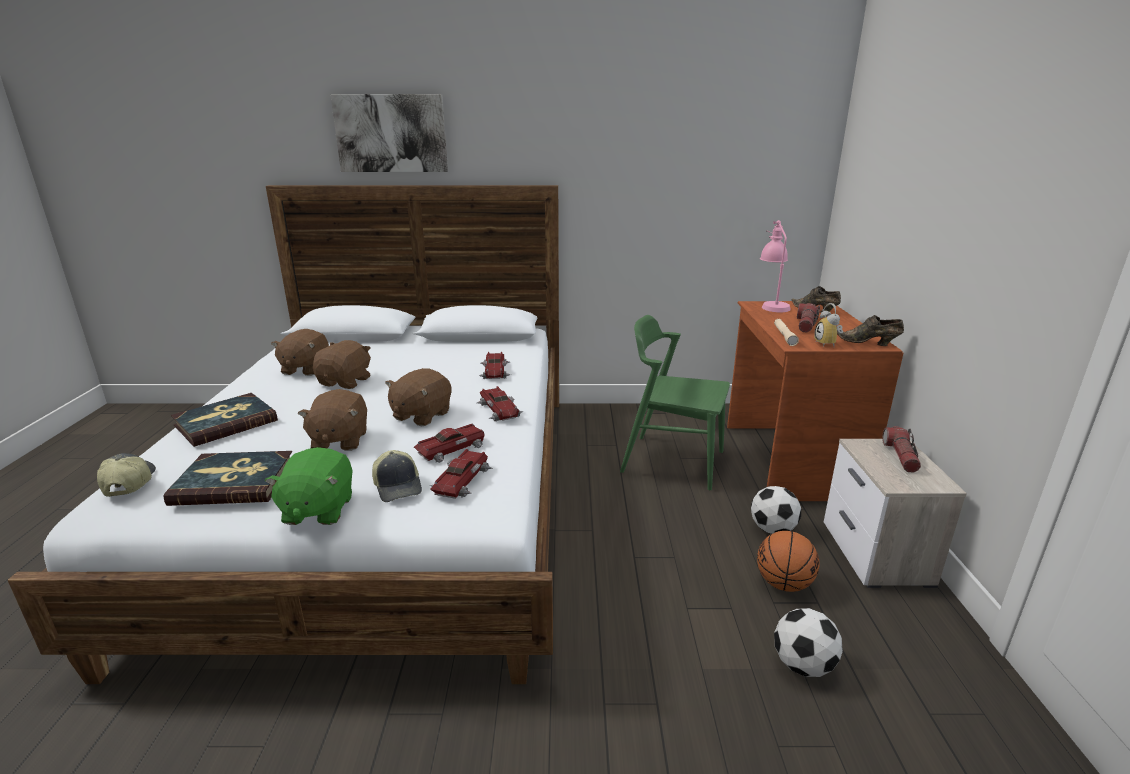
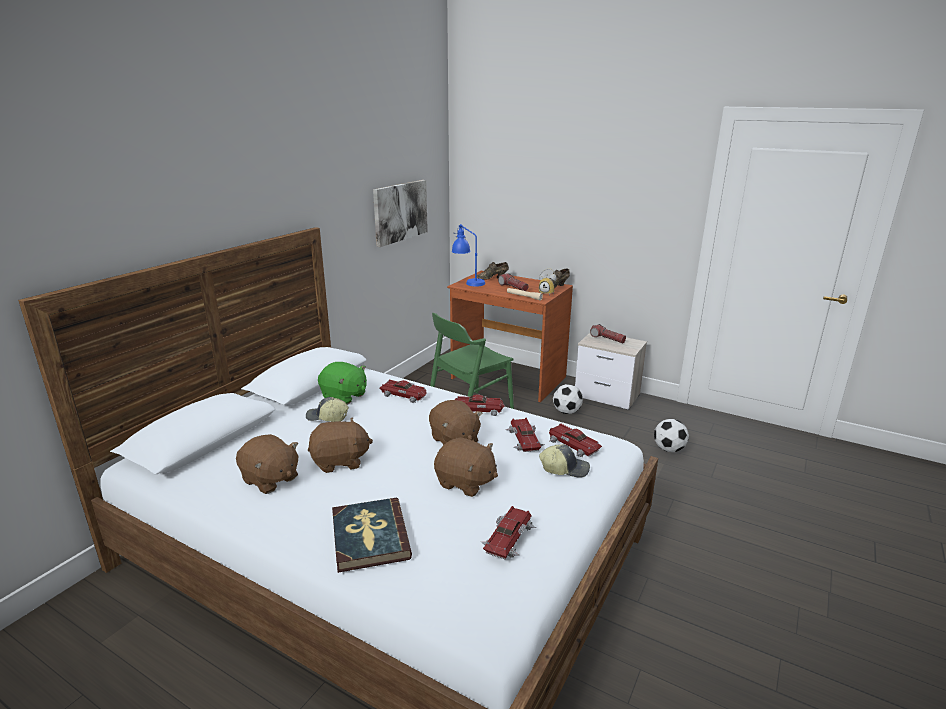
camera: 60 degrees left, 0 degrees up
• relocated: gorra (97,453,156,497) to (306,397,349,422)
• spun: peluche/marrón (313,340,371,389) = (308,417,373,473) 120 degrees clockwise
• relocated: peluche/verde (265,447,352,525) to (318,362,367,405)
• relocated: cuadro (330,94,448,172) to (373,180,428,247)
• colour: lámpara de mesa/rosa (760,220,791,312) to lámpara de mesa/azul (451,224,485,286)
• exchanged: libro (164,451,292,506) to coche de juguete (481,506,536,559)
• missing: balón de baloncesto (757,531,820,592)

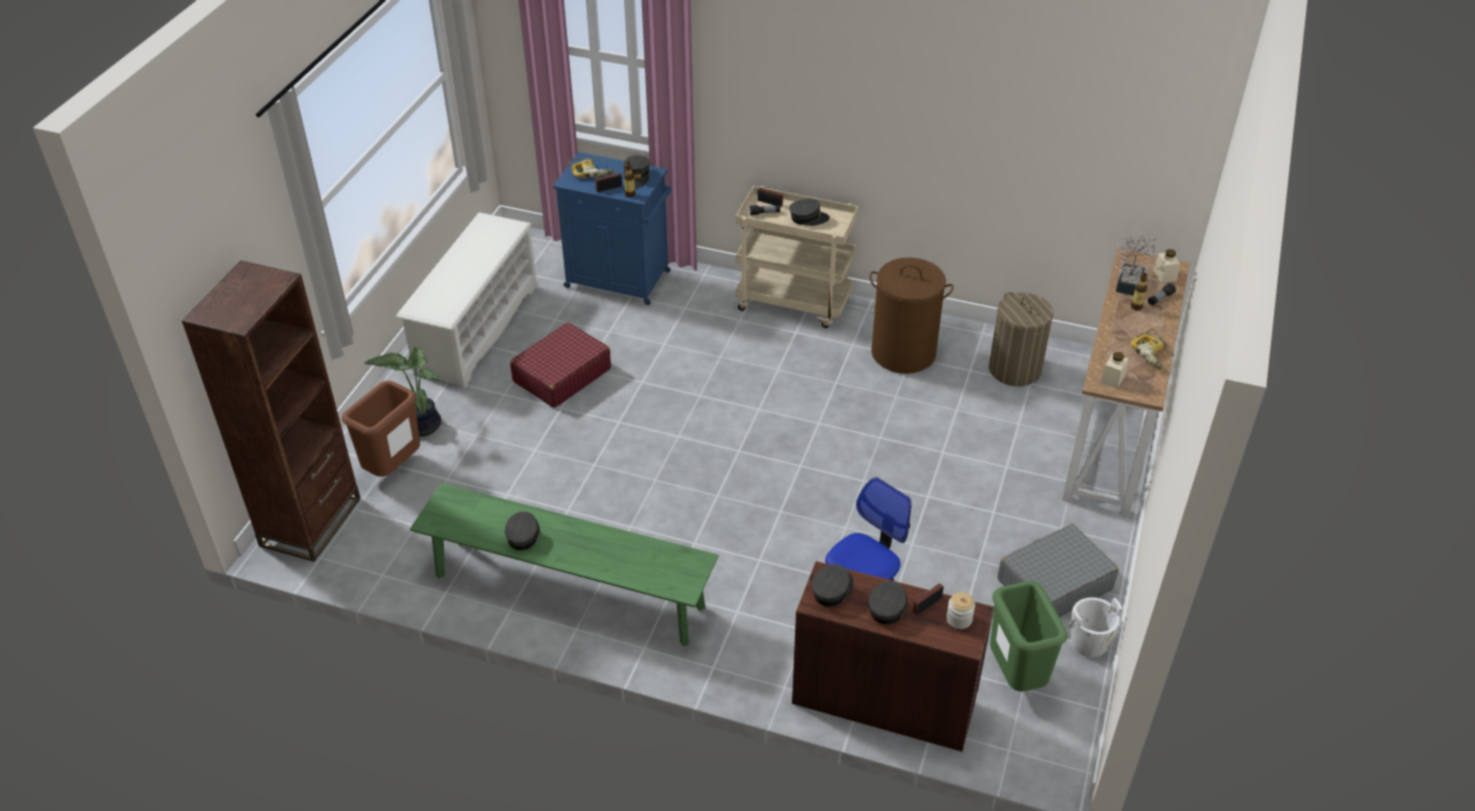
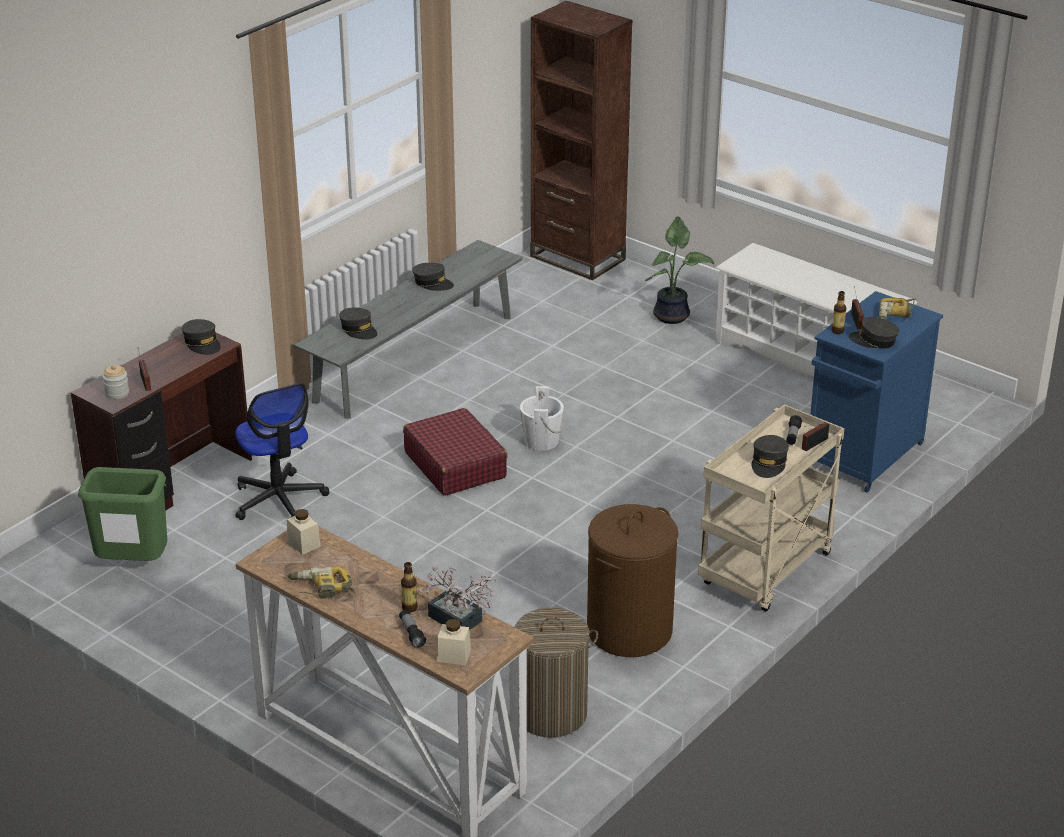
camera: 110 degrees right, 10 degrees down
• colour: banco/verde (410,483,719,646) to banco/gris (294,240,523,419)
• relocated: gorra/gris (869,581,908,625) to (339,307,377,340)
• relocated: maleta/rojo (510,322,611,408) to (403,408,508,496)
• relocated: cubo/blanco (1068,597,1122,658) to (520,386,564,451)
• missing: papelera/marrón (342,381,420,477)
• missing: maleta/gris (998,524,1119,617)

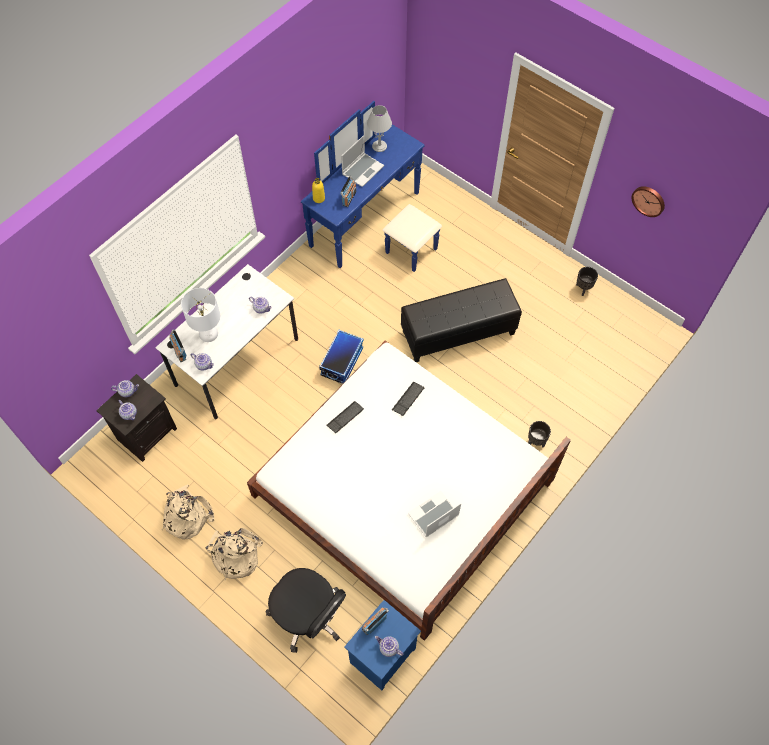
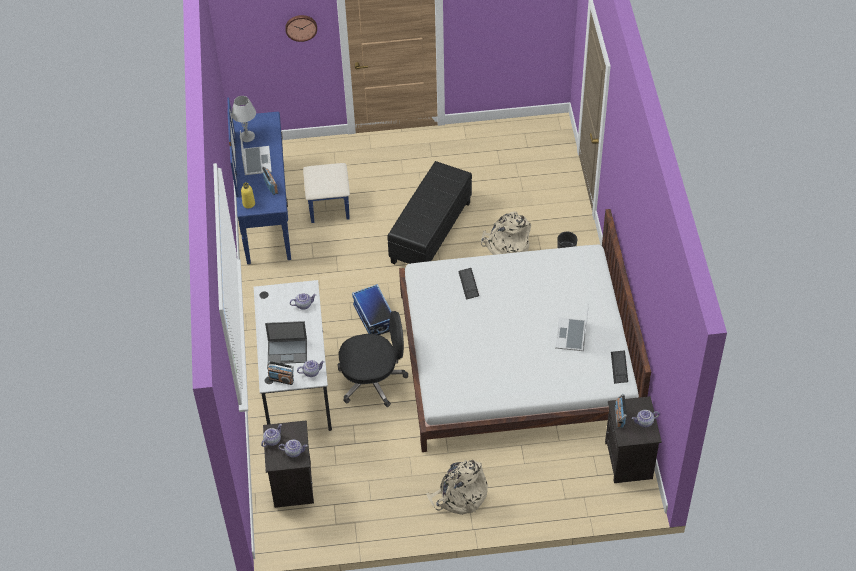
camera: 45 degrees left, 10 degrees down
• exchanged: lámpara de mesa/blanco (181,288,220,342) to portátil (265,321,307,364)
• relocated: reloj de pared (632,186,665,217) to (285,15,317,42)
• relocated: silla de oficina/negro (265,568,346,653) to (337,311,408,407)
• relocated: mochila/beis (162,484,215,539) to (481,211,531,255)
• colour: mesita de noche/azul (344,600,421,690) to mesita de noche/negro (605,396,662,483)
• relocated: teclado (326,401,364,433) to (611,351,628,384)
• missing: maceta/negro (576,267,598,296)

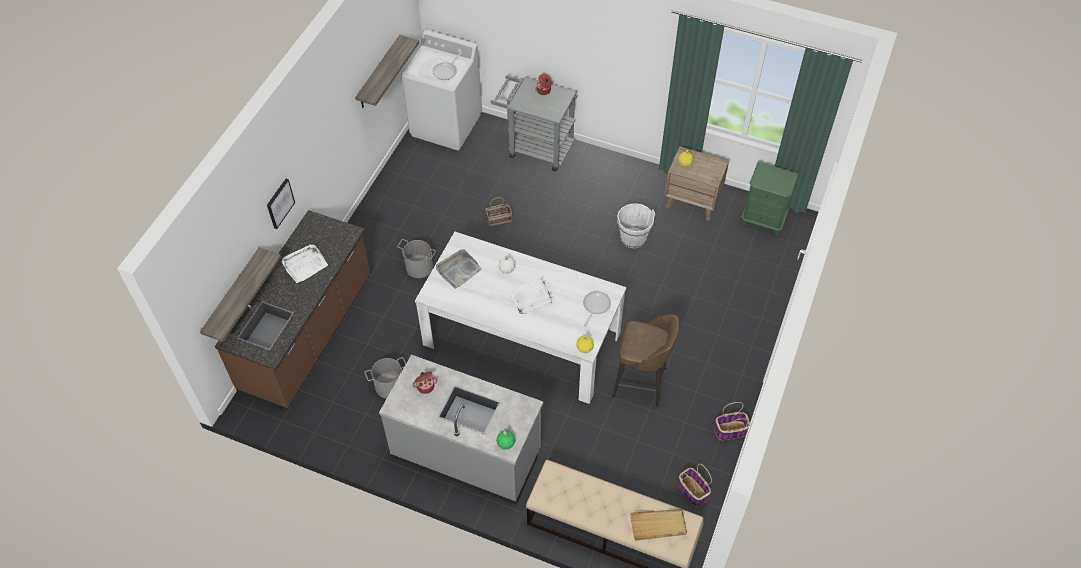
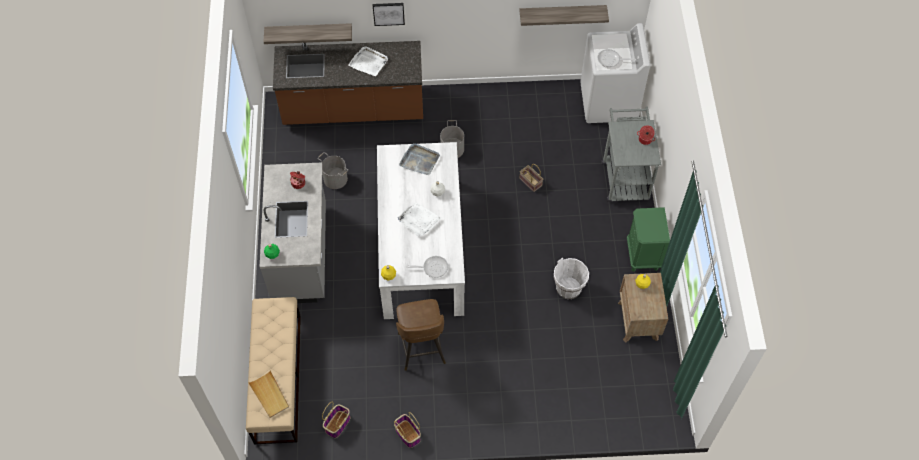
camera: 65 degrees right, 5 degrees up
• relocated: mesita de noche/verde (741,162,799,236) to (627,207,670,272)

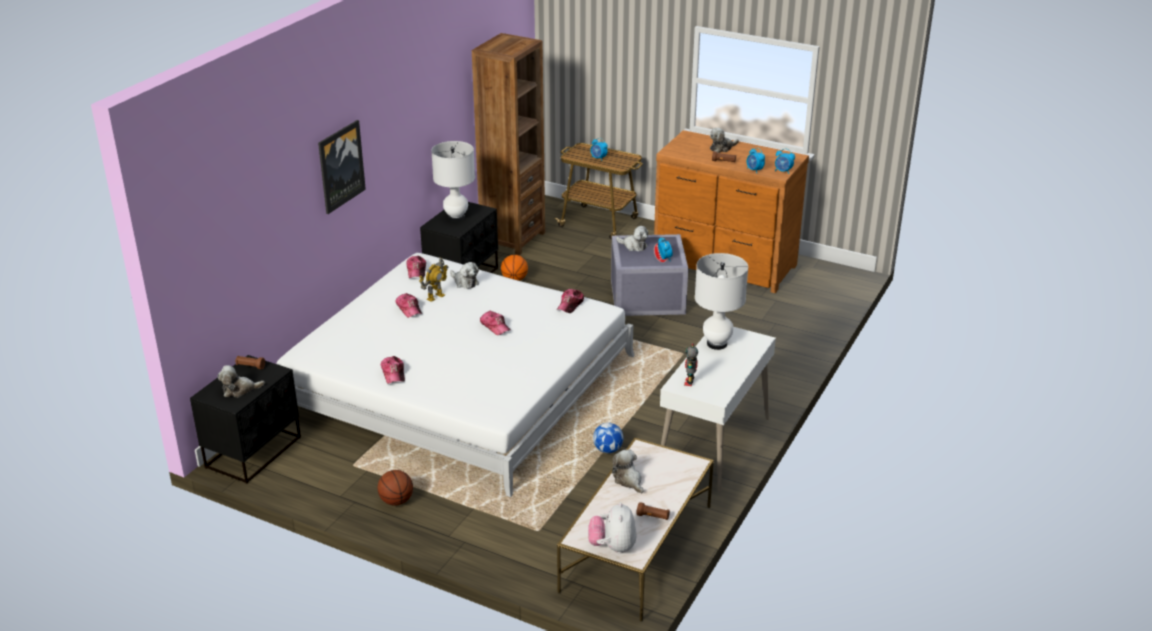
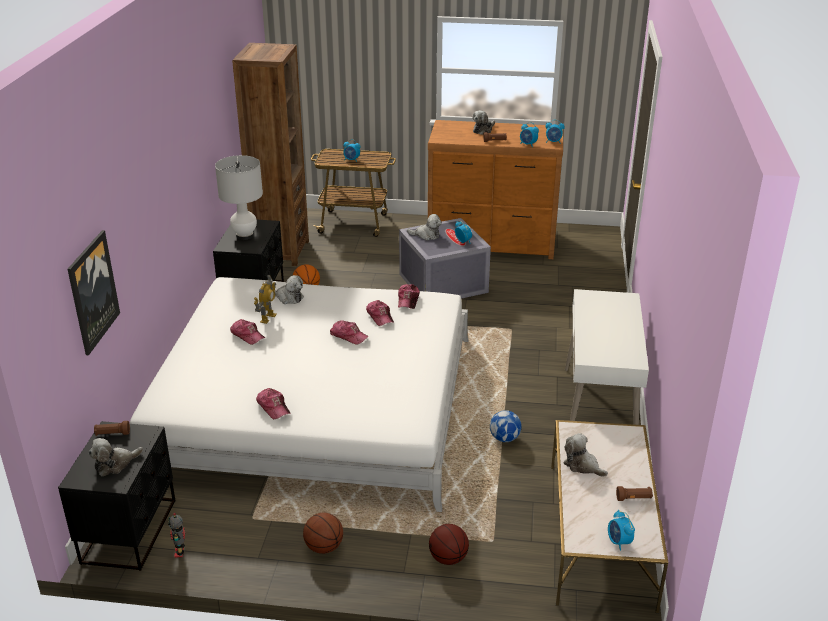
camera: 20 degrees left, 0 degrees up
• relocated: cuadro (318,120,366,214) to (67,230,120,355)
• relocated: robot de juguete (684,343,698,386) to (168,513,185,558)
• relocated: gorra (406,256,426,278) to (366,300,394,326)
• appeared: balón de baloncesto (429,524,469,565)
• exchanged: peluche (588,502,637,554) to despertador (608,510,635,551)
• missing: lámpara de mesa/blanco (695,253,748,350)

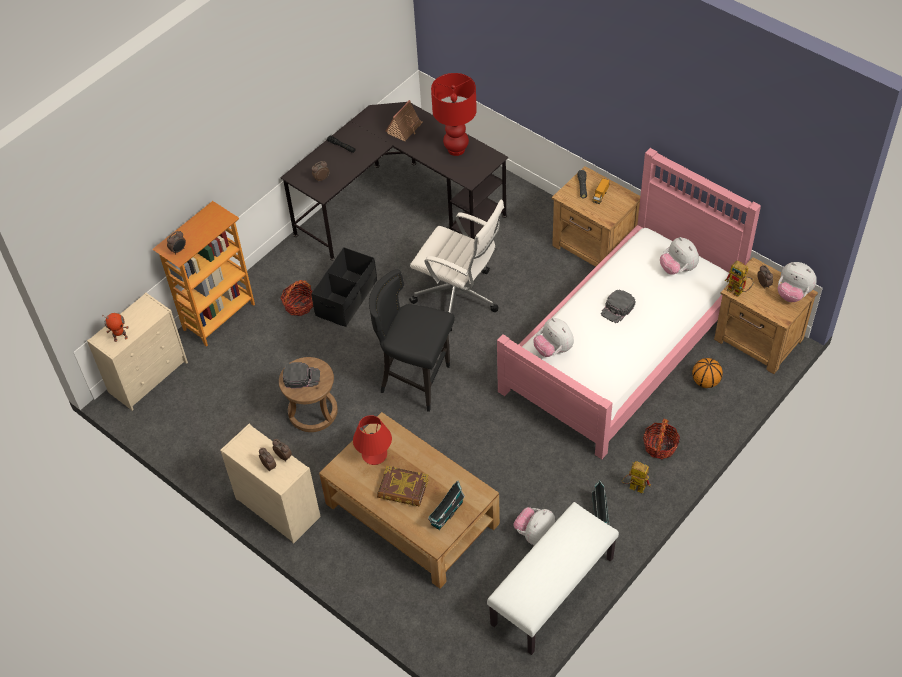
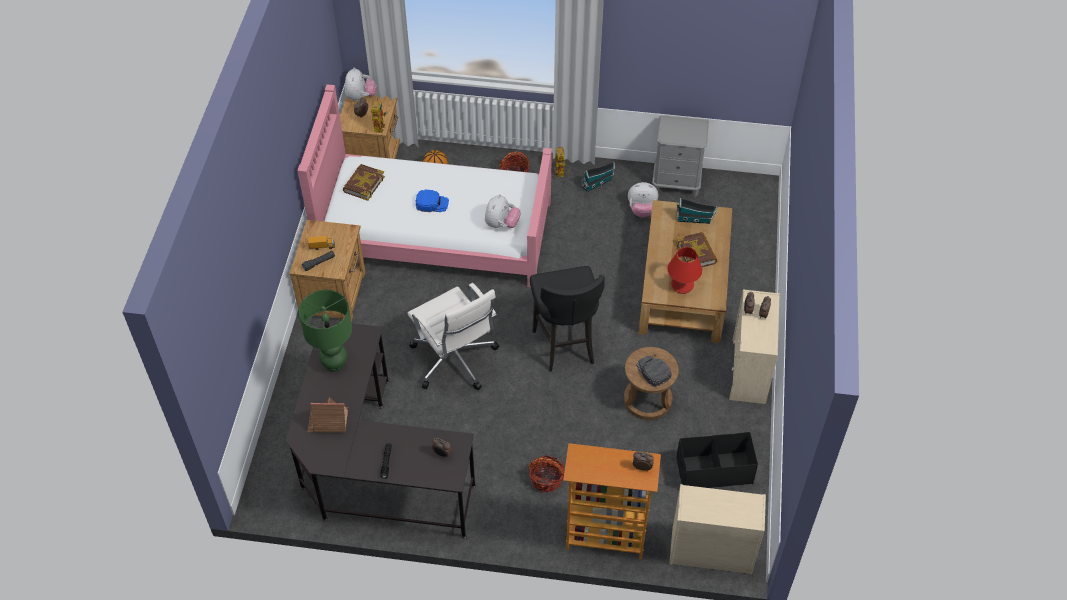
camera: 125 degrees left, 0 degrees up
• colour: lámpara de mesa/rojo (431,73,477,156) to lámpara de mesa/verde (298,290,352,372)
• exchanged: peluche (660,237,699,275) to libro (343,164,385,201)
• spun: silla de oficina/blanco (409,200,504,331) = (407,283,500,390) 150 degrees clockwise
• colour: gorra/negro (601,290,636,323) to gorra/azul (416,190,449,212)
• exchanged: banco/blanco (487,502,619,655) to mesita de noche/gris (652,115,709,196)
• relocated: caja de almacenaje/negro (311,247,377,327) to (677,432,758,488)
• missing: robot de juguete (103,313,129,342)

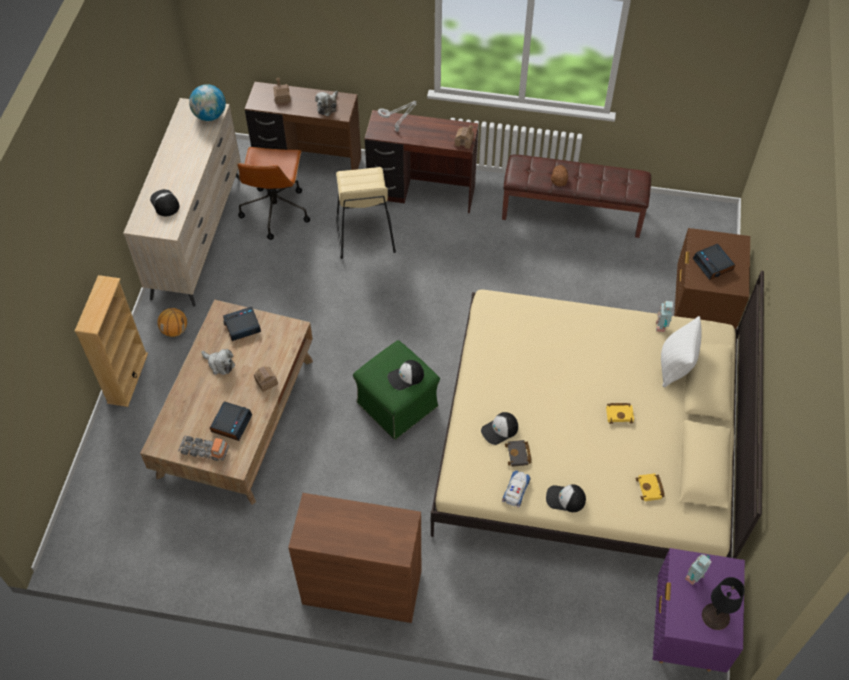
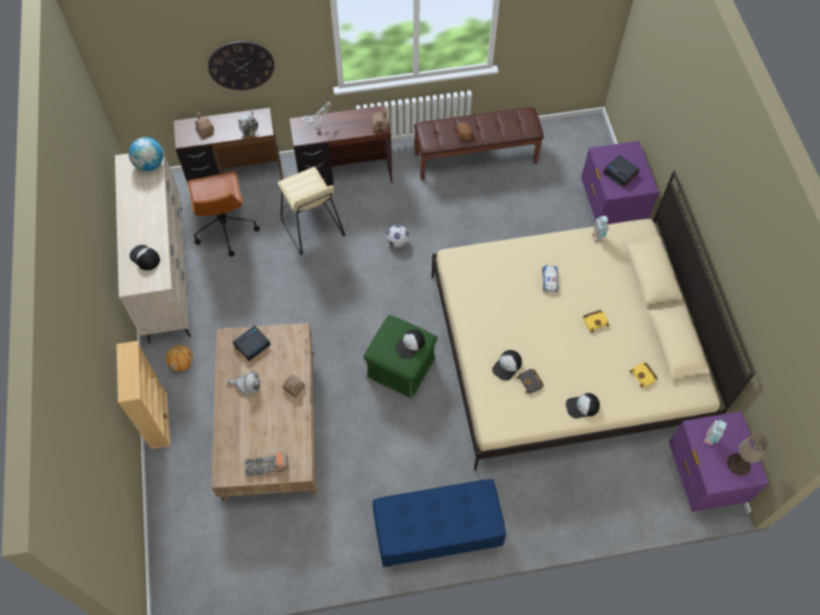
camera: 20 degrees left, 5 degrees up
• appeared: reloj de pared (208,41,274,90)
• exchanged: armario/marrón (288,493,421,623) to banco/azul (373,479,506,567)
• appeared: balón de fútbol (387,225,409,247)
• relocated: coche de juguete (502,470,531,508) to (542,265,558,292)
• colour: mesita de noche/marrón (674,228,750,329) to mesita de noche/morado (581,141,659,224)
• colour: lámpara de mesa/negro (702,577,745,630) to lámpara de mesa/beis (727,433,769,476)
• missing: despertador (210,401,252,441)
• missing: cojín/blanco (661,316,702,387)

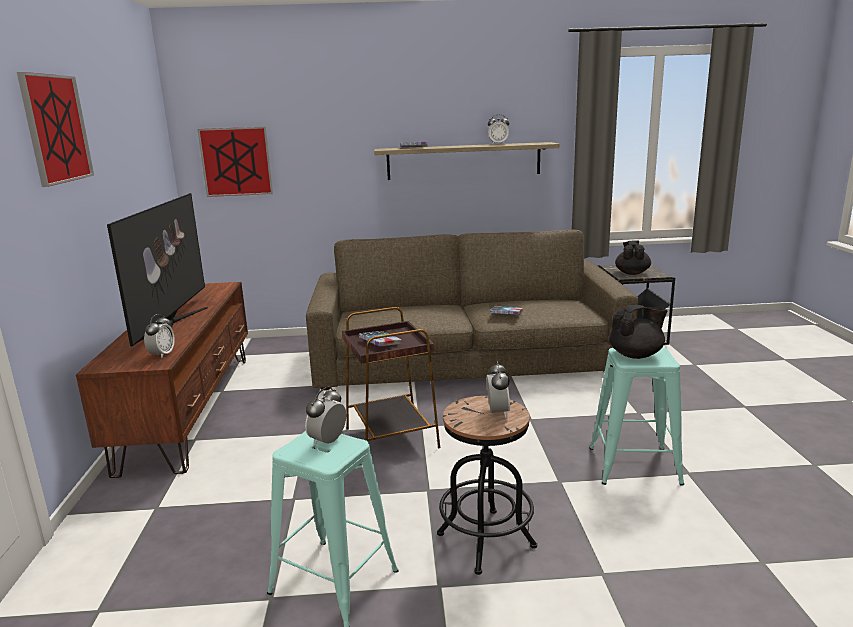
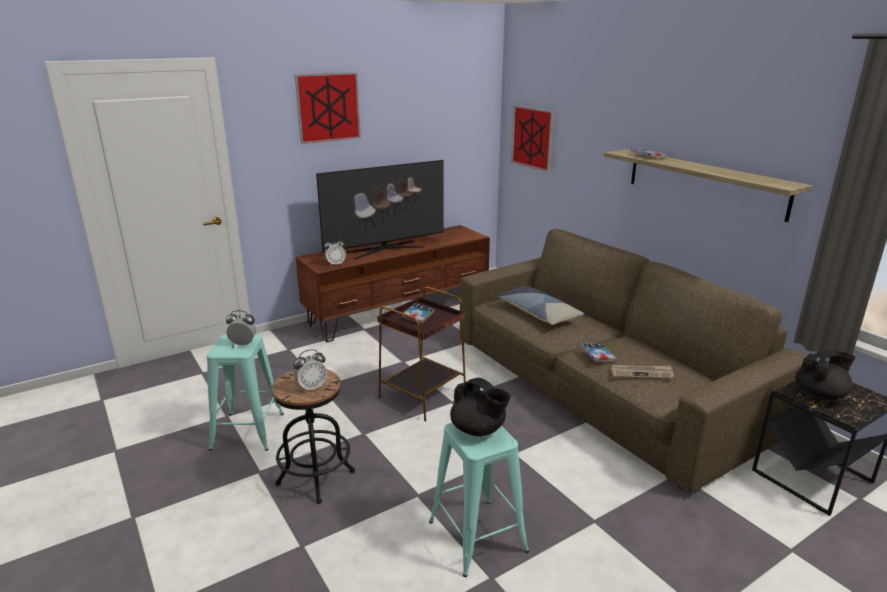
camera: 60 degrees right, 5 degrees up
• appeared: cojín (496,286,584,325)
• appeared: periódico (610,365,673,379)
• missing: despertador (488,114,510,145)

